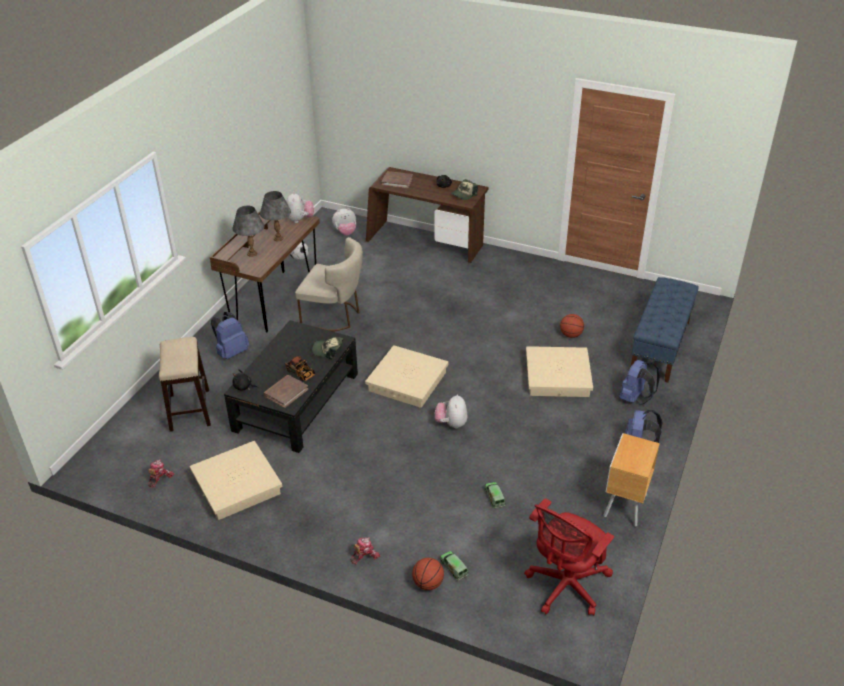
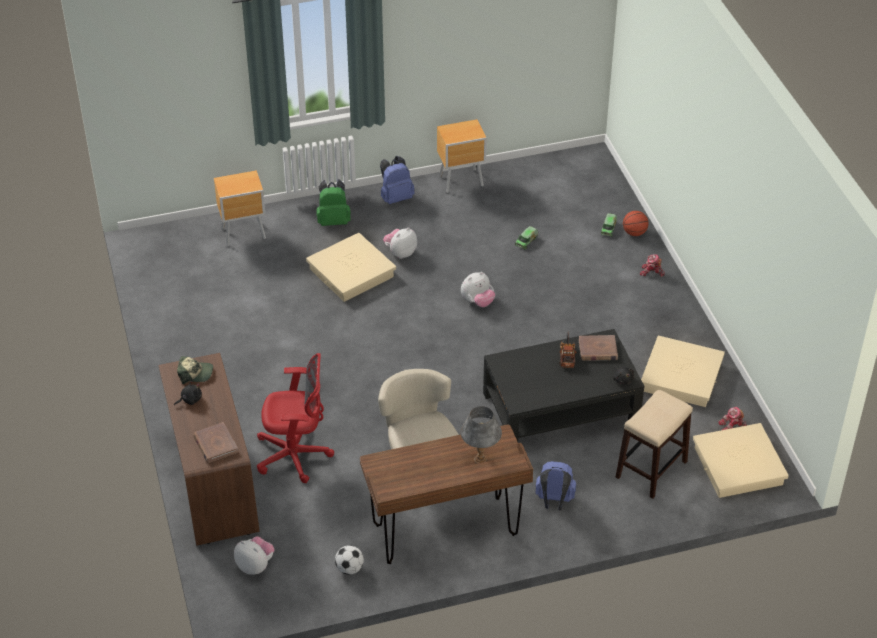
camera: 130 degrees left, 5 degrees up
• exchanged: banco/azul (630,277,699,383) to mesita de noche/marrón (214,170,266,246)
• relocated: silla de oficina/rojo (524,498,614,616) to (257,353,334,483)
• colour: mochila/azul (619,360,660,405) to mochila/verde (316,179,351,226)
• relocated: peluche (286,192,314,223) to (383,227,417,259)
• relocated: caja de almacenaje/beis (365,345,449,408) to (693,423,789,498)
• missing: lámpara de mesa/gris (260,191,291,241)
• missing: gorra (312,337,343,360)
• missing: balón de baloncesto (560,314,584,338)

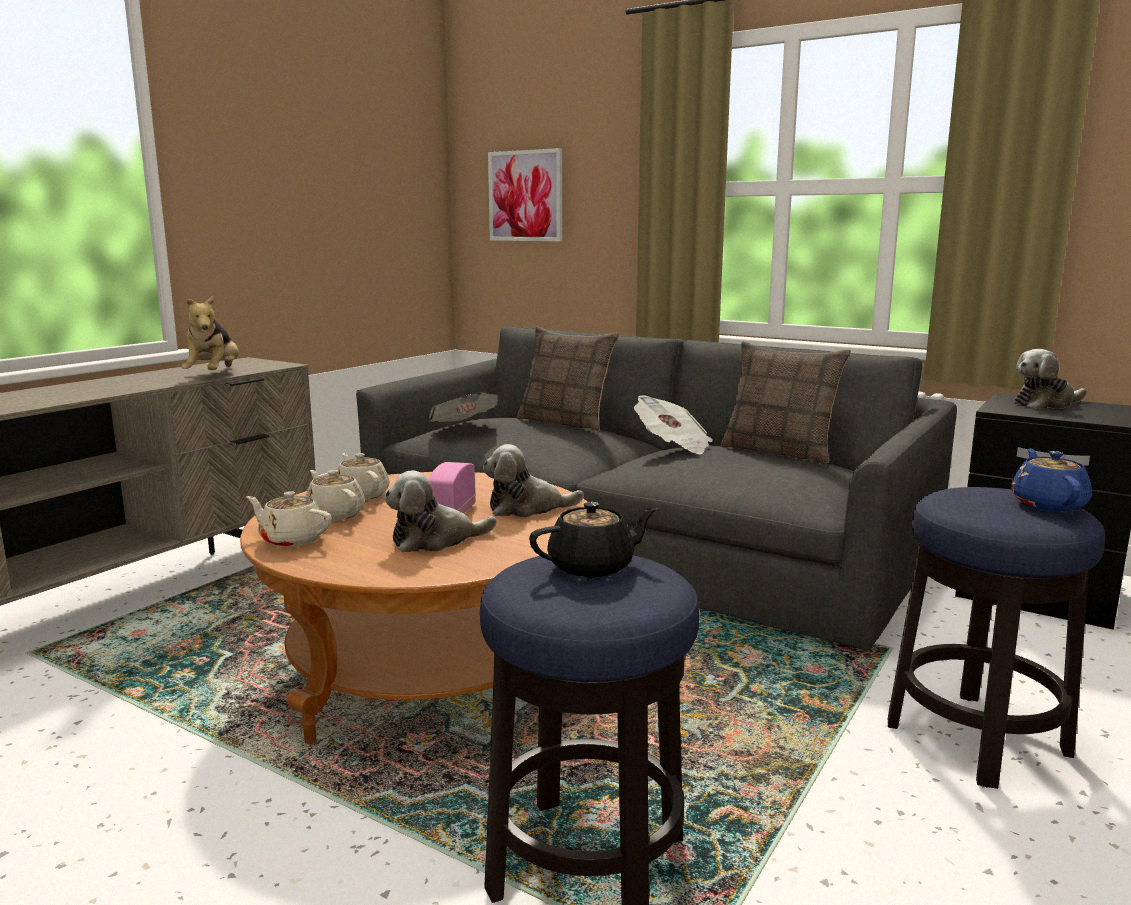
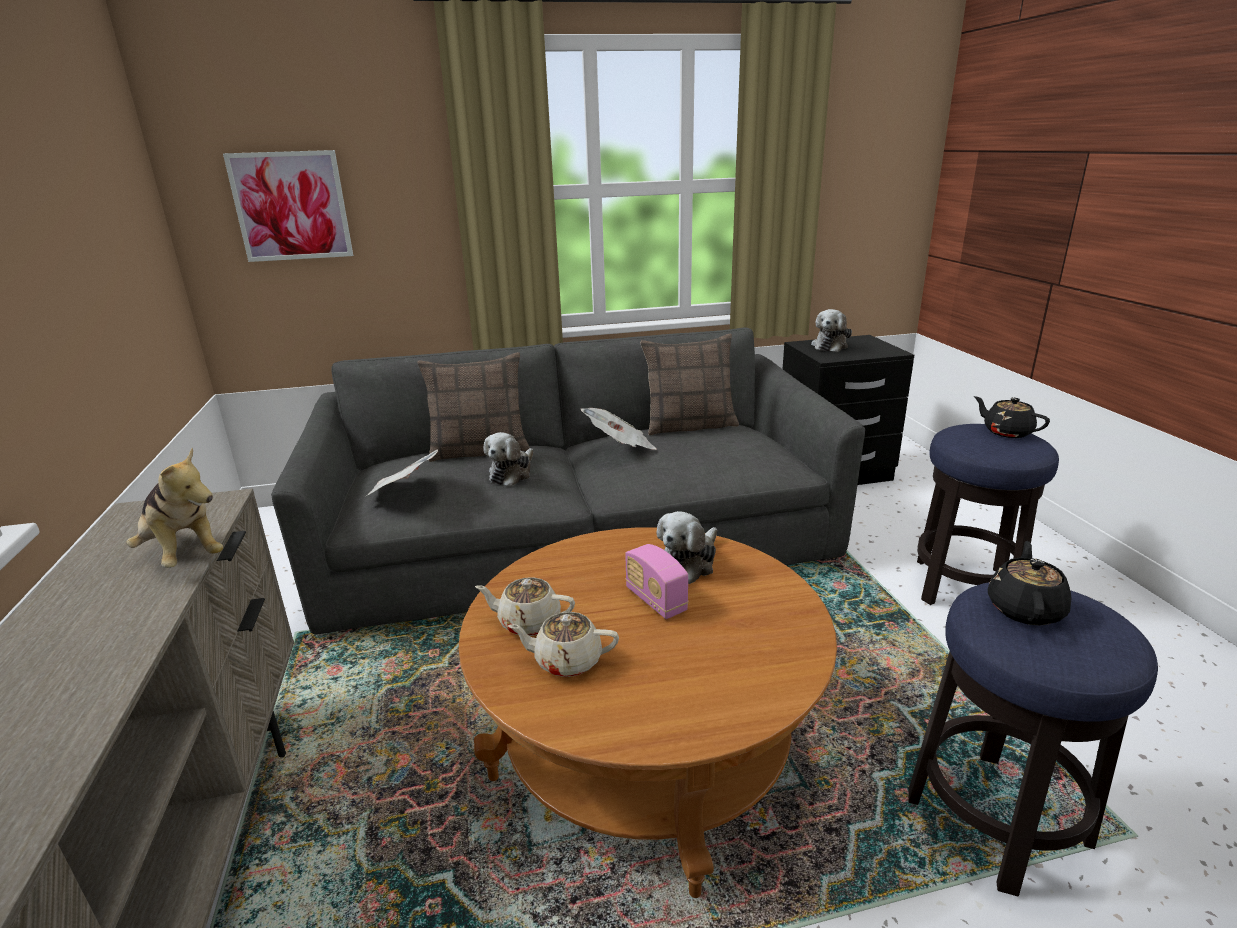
camera: 45 degrees left, 10 degrees up
• relocated: peluche (384,471,497,552) to (484,432,533,486)
• colour: tetera/azul (1011,448,1092,512) to tetera/negro (974,396,1050,438)
• missing: tetera/beis (246,491,332,547)

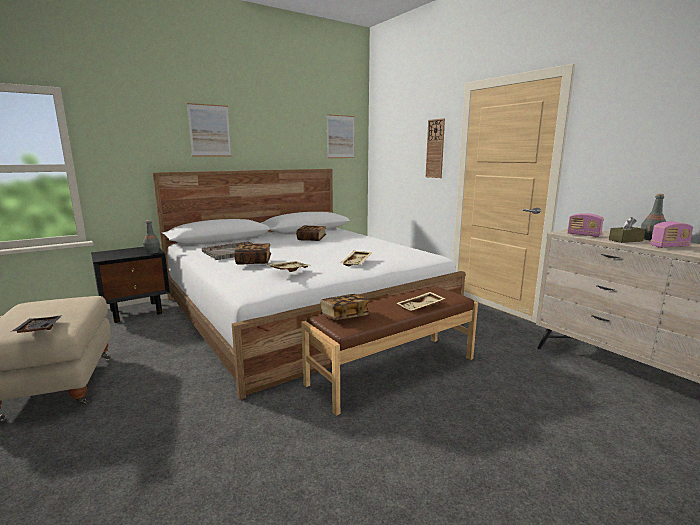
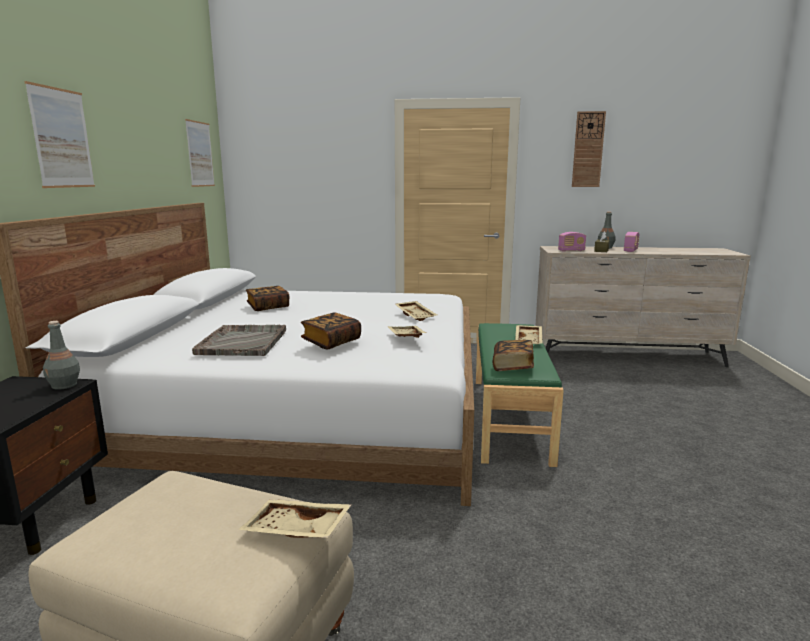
camera: 50 degrees left, 0 degrees up
• colour: bandeja/negro (11,315,63,333) to bandeja/beis (238,499,352,538)
• colour: banco/marrón (301,286,478,416) to banco/verde (476,323,564,467)
• relocated: reloj de pared (426,118,445,178) to (572,111,606,187)

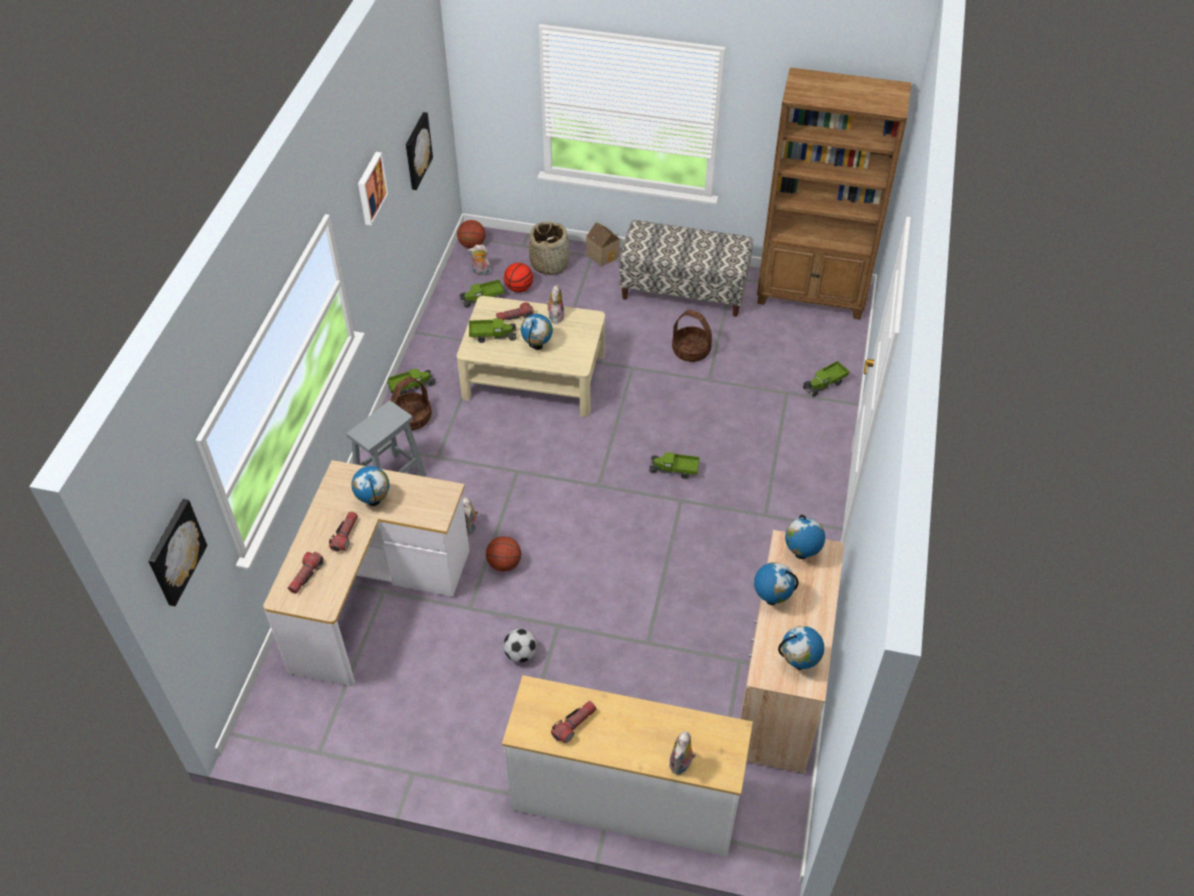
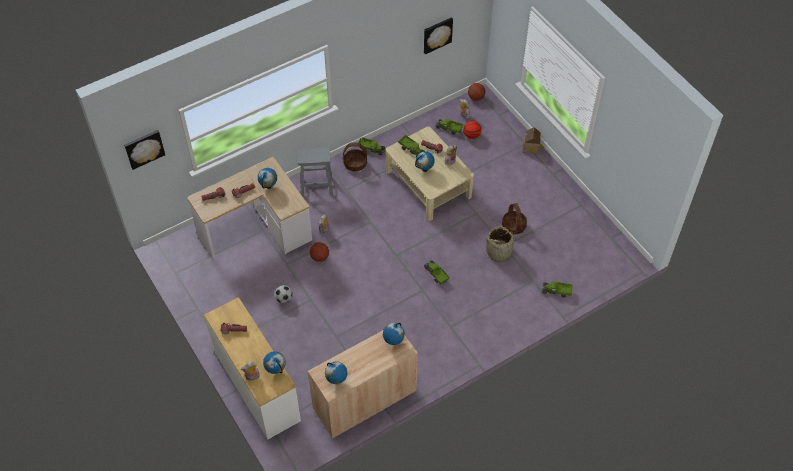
camera: 45 degrees right, 5 degrees up
• relocated: globo terráqueo (754,562,799,605) to (263,351,286,374)
• relocated: cesta (529,221,569,275) to (486,226,514,262)
• missing: cuadro (358,152,388,226)
• missing: banco (619,220,753,317)
• missing: estantería/marrón (757,67,911,319)

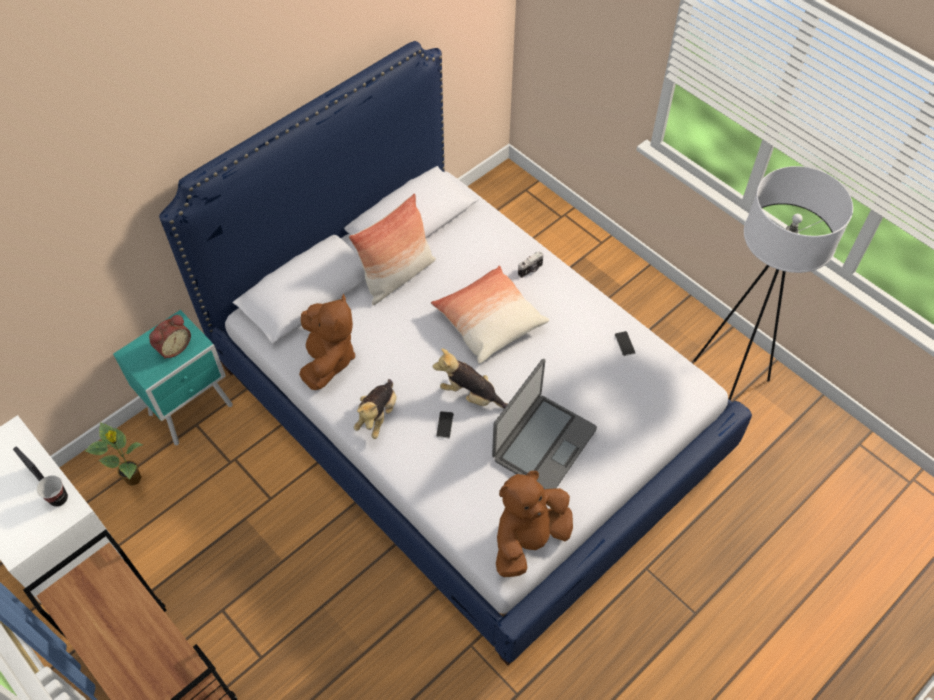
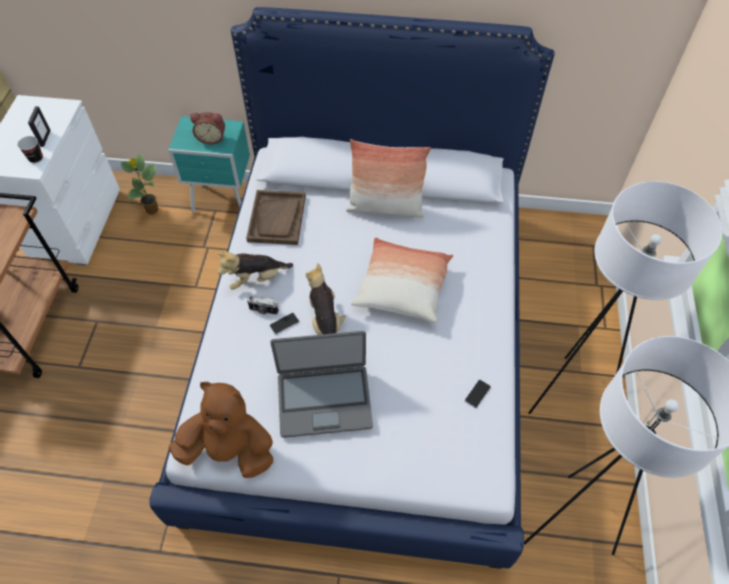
camera: 50 degrees right, 0 degrees up
• exchanged: peluche/marrón (299,293,355,390) to bandeja/marrón (246,190,306,245)
• relocated: cámara (518,251,543,278) to (247,295,279,315)
• appeared: lámpara de pie/blanco (528,181,722,414)

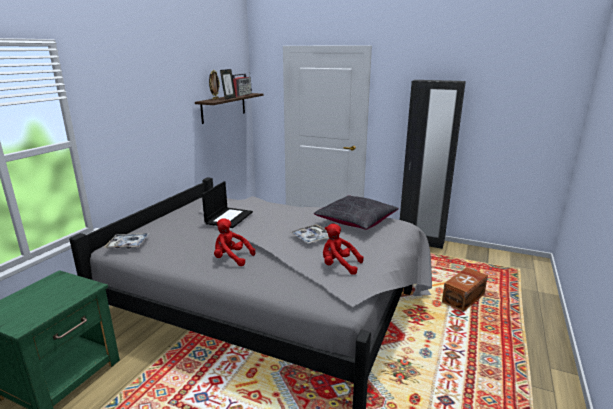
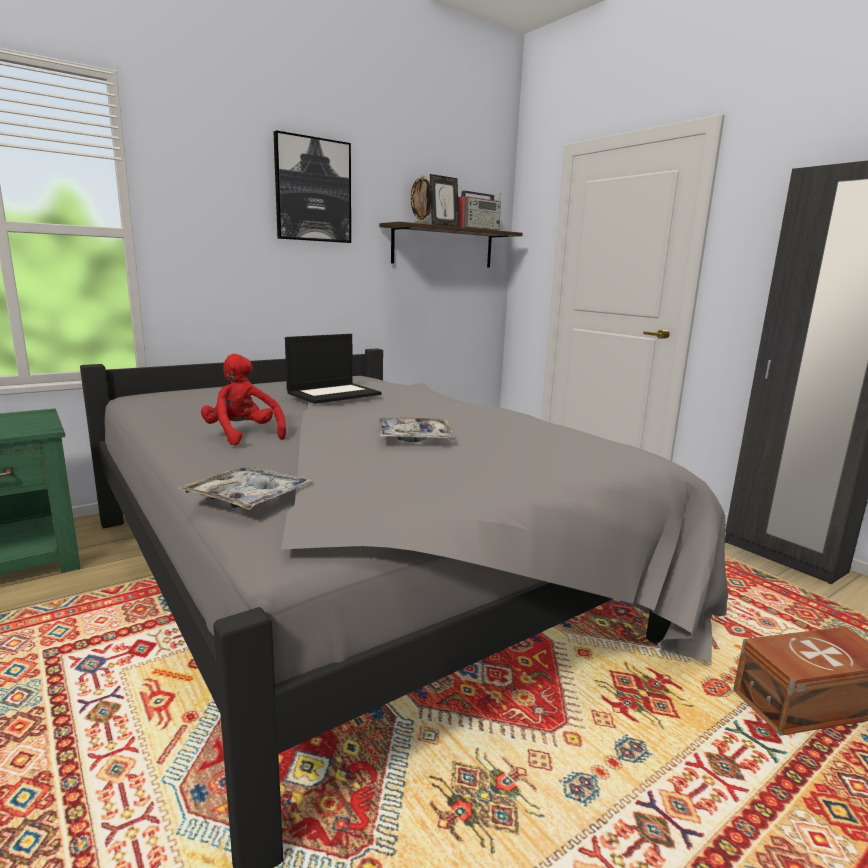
camera: 30 degrees right, 5 degrees down
• relocated: bandeja (103,233,150,249) to (178,466,313,510)
• appeared: cuadro (274,130,351,243)
• missing: cojín/negro (314,196,399,230)
• missing: peluche/rojo (323,224,364,275)

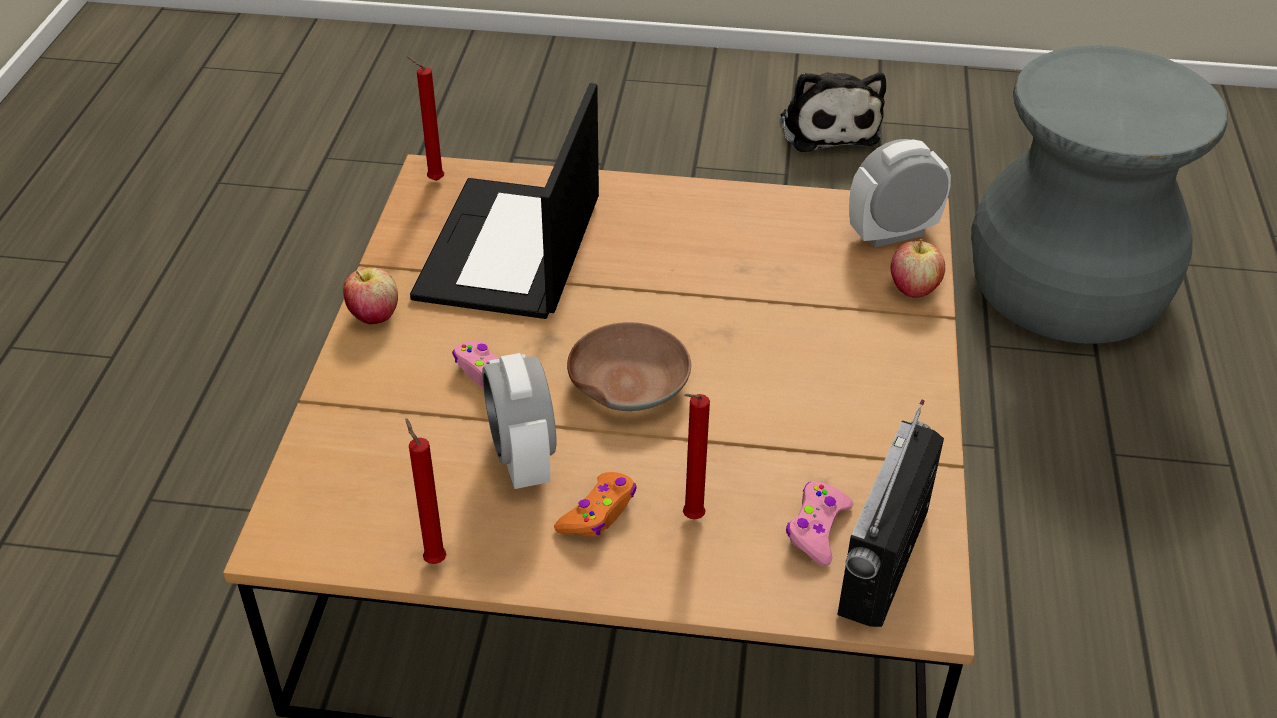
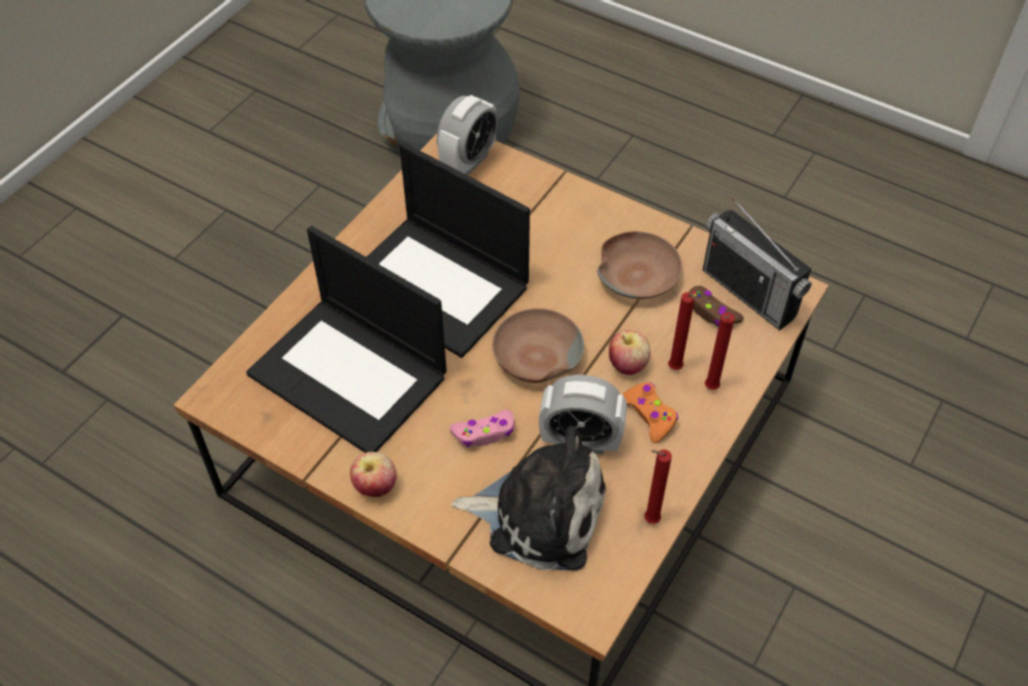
camera: 65 degrees left, 10 degrees up
• appeared: portátil (367,142,530,358)
• spun: despertador (849,139,951,247) = (437,95,498,175) 150 degrees counterclockwise
• relocated: peluche (781,72,886,152) to (452,425,606,571)
• appeared: cuenco/marrón (597,231,682,299)
• relocated: manzana (891,239,945,297) to (609,330,651,375)
• colour: mando de consola/rosa (786,481,854,566) to mando de consola/marrón (688,286,744,327)
• relocated: vela/rojo (408,57,444,181) to (705,313,735,390)

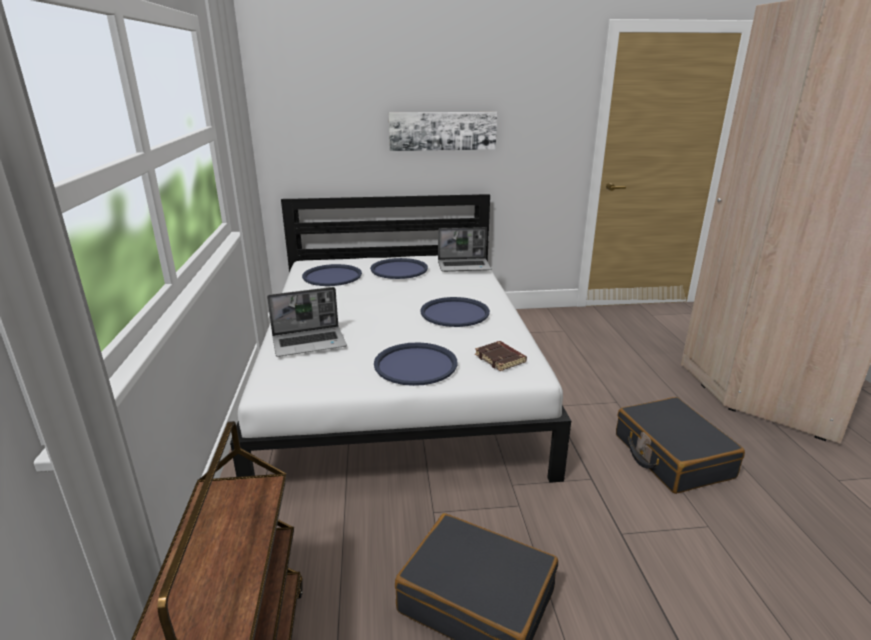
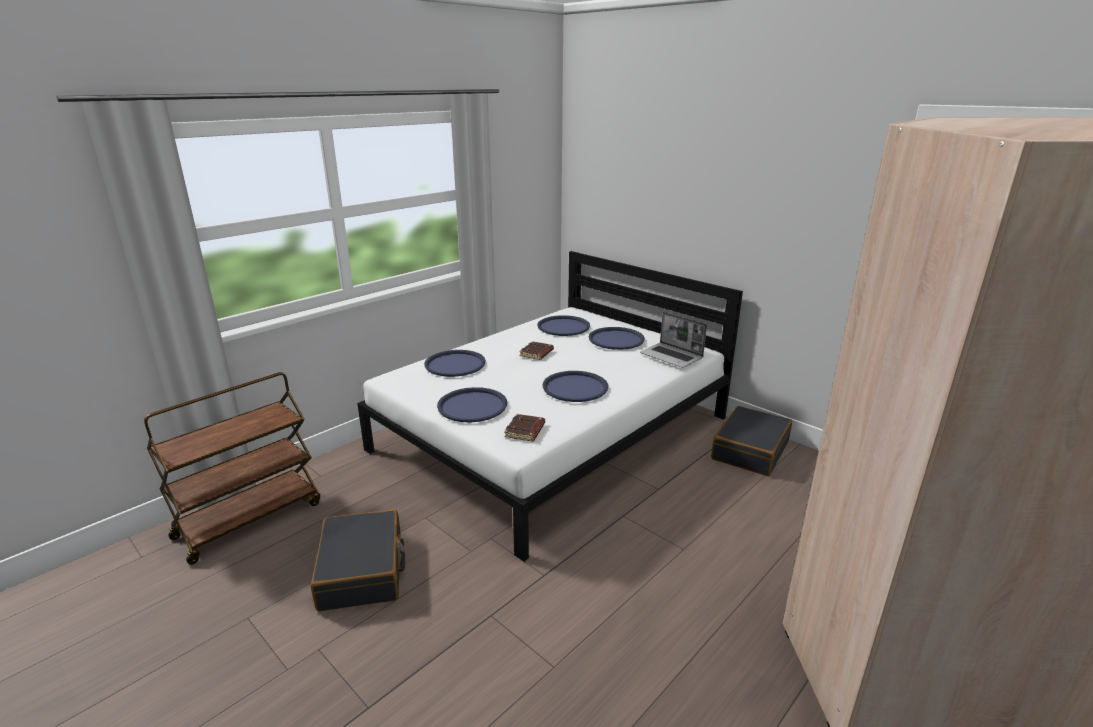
camera: 50 degrees right, 0 degrees up
• exchanged: portátil (267,287,347,357) to bandeja/azul (424,350,486,377)
• appeared: libro/marrón (519,341,554,360)
• relocated: maleta/negro (616,397,745,494) to (711,406,792,476)
• missing: cuadro (389,112,497,151)

